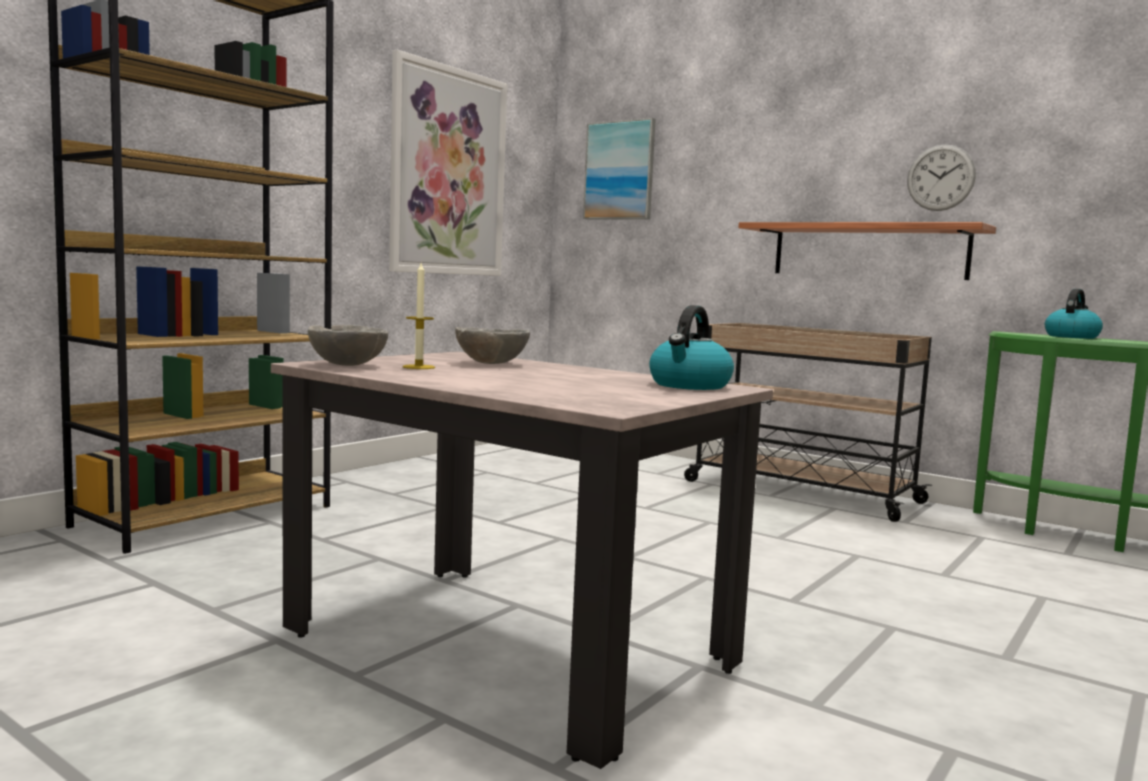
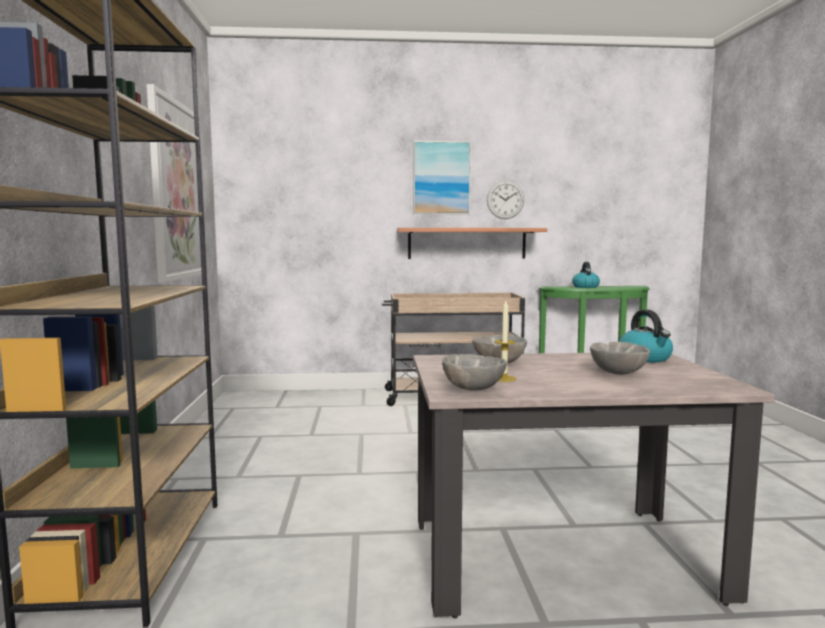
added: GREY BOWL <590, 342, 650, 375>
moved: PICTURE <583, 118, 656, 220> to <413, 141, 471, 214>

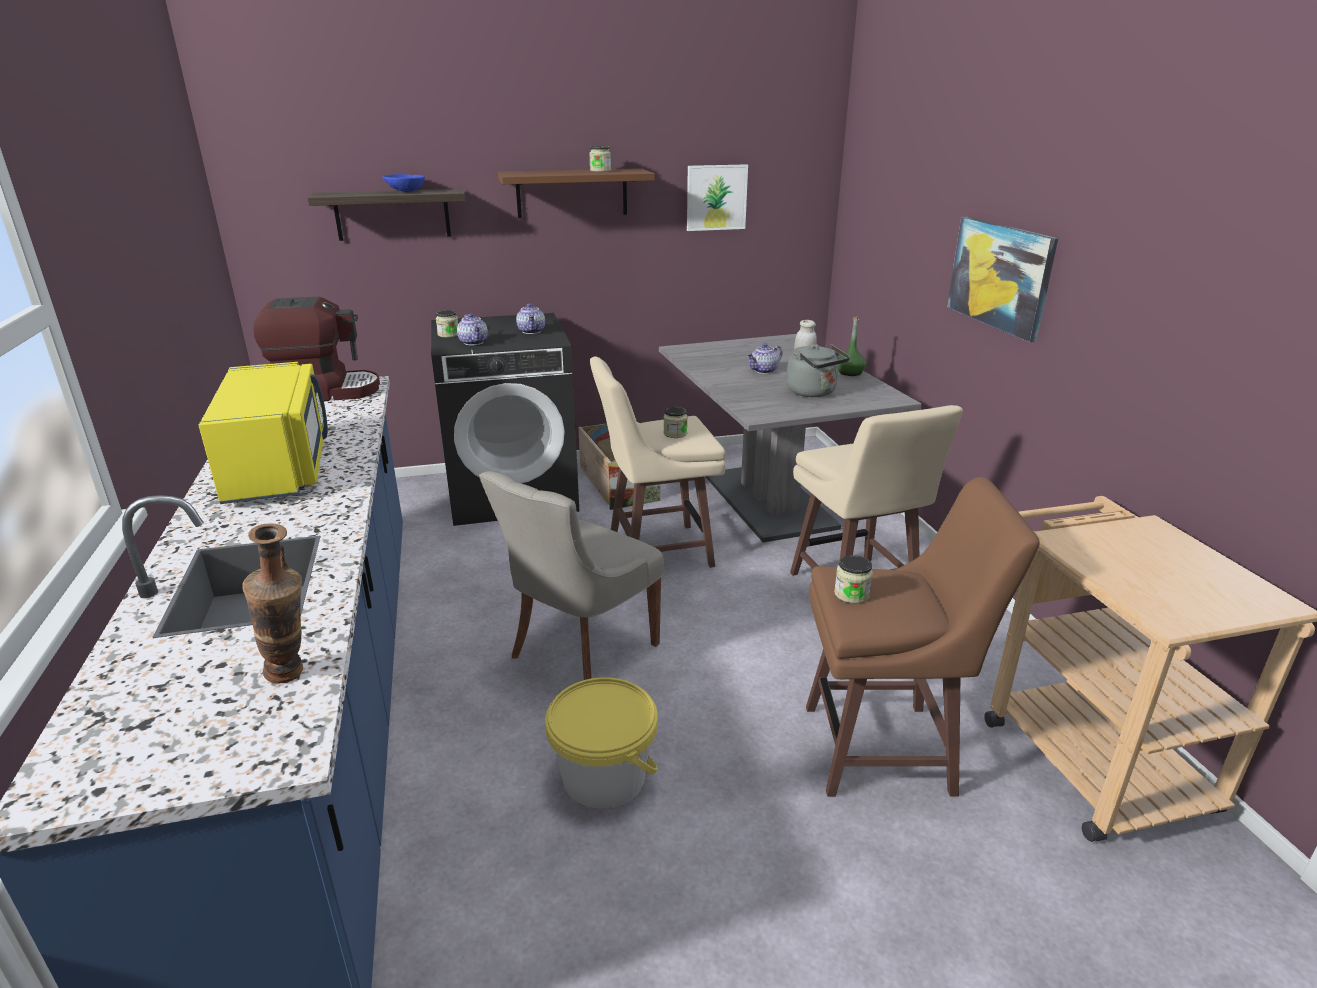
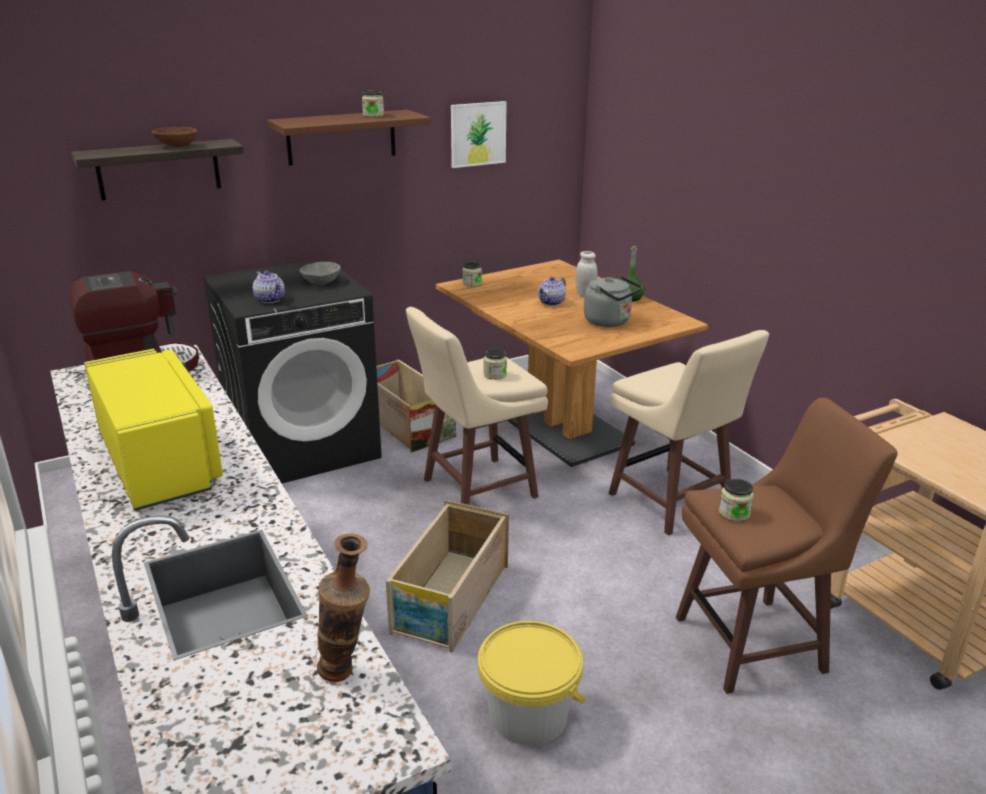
removed: PICTURE <947, 217, 1058, 342>
moved: JAR <436, 310, 458, 338> to <462, 262, 482, 287>
replaced: TEAPOT <516, 303, 545, 334> to GREY BOWL <300, 262, 341, 285>; GREY CHAIR <479, 471, 664, 680> to CRATE <386, 500, 509, 653>
recoloured: BLUE BOWL <383, 174, 425, 192> to BROWN BOWL <152, 127, 197, 147>; GREY DINING TABLE <659, 334, 922, 543> to BROWN DINING TABLE <436, 260, 708, 467>

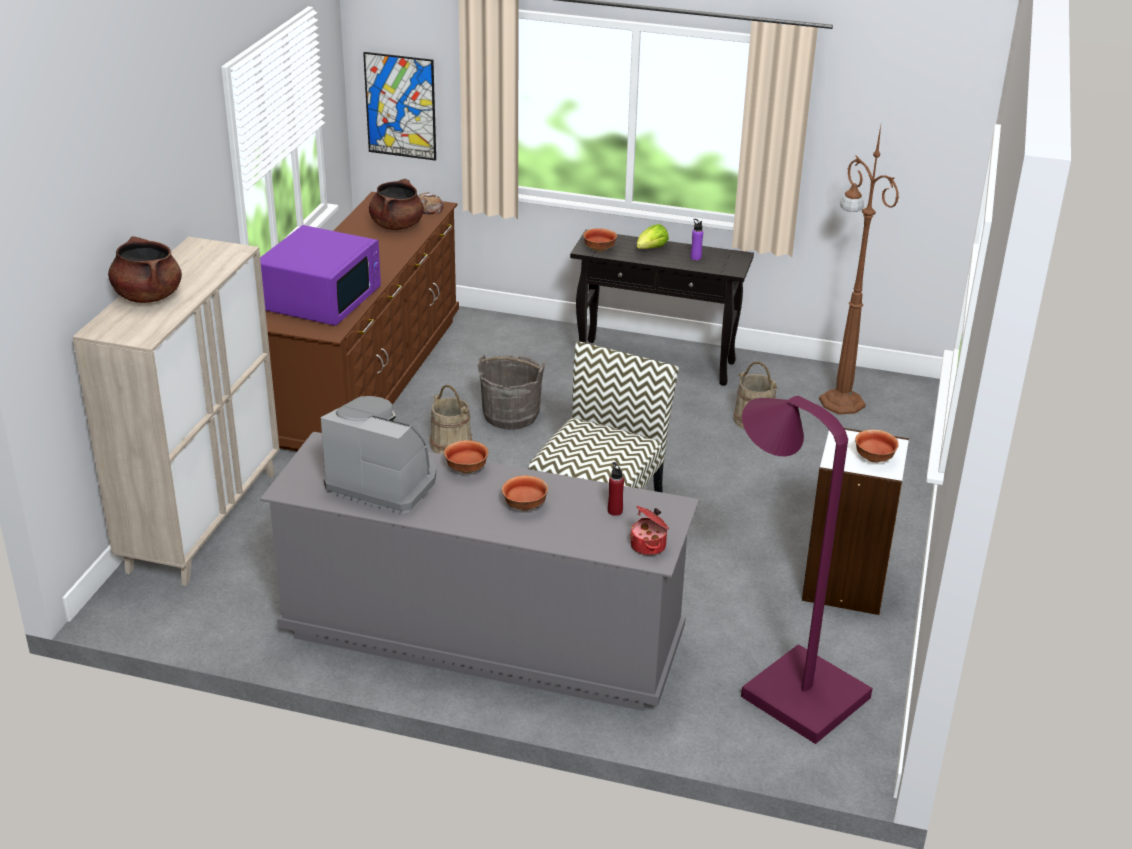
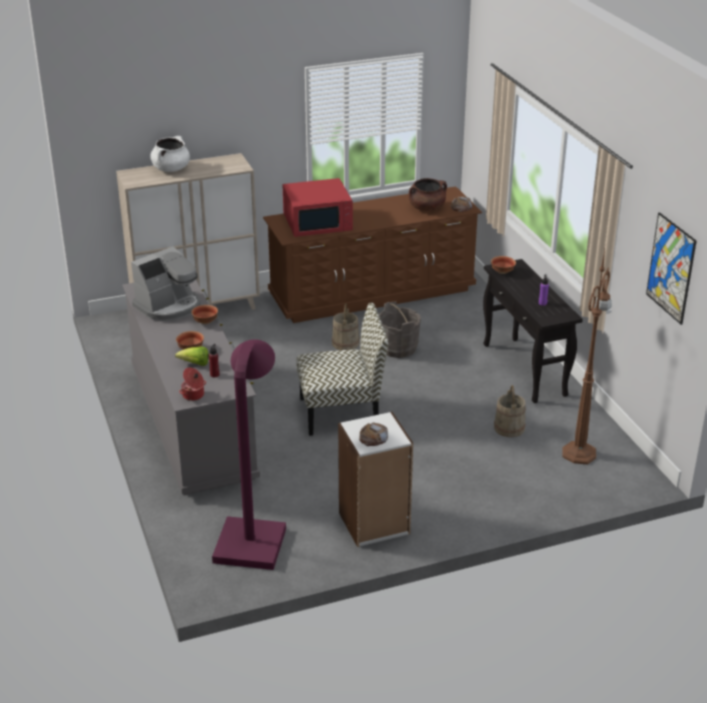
moved: LETTUCE <637, 224, 669, 249> to <175, 346, 209, 366>; PICTURE <363, 52, 436, 161> to <646, 212, 697, 325>
replaced: BOWL <855, 430, 899, 463> to BREAD <359, 423, 388, 446>
recoloured: BROWN COOKING POT <108, 236, 182, 303> to WHITE COOKING POT <150, 136, 190, 172>; PURPLE MICROWAVE <260, 225, 381, 326> to RED MICROWAVE <283, 178, 353, 237>
turned: COFFEE MACHINE <321, 396, 436, 514> = <131, 246, 201, 321> 60 degrees clockwise

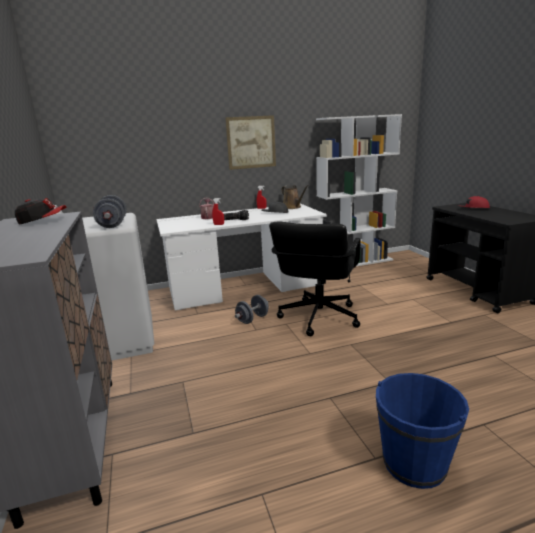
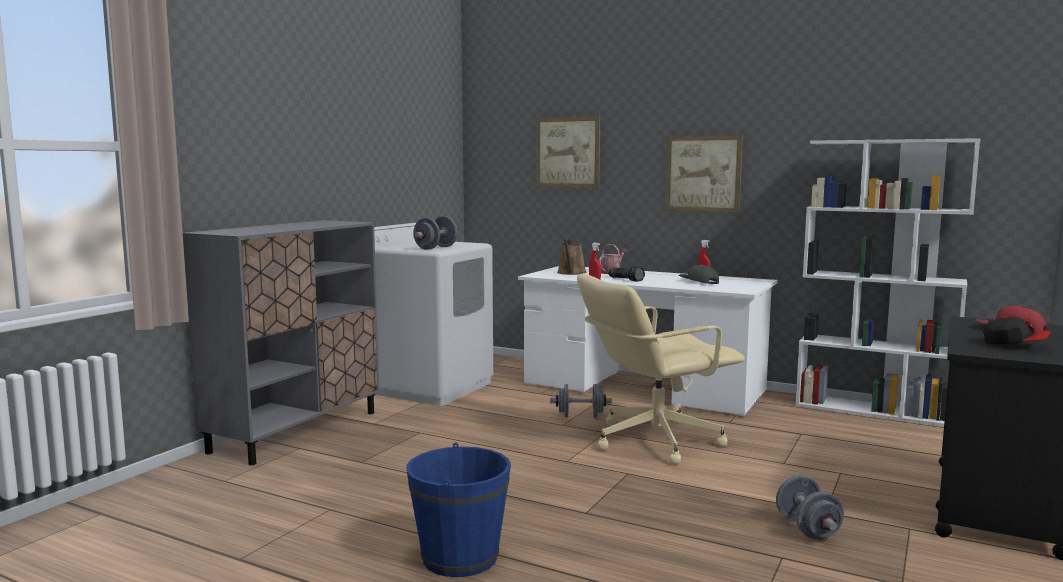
added: PICTURE <536, 116, 600, 188>; GREY DUMBBELL <776, 475, 844, 540>
moved: BROWN WATERING CAN <281, 185, 309, 209> to <557, 239, 587, 275>; CAP <15, 198, 67, 225> to <983, 316, 1051, 344>
recoloured: BLACK OFFICE CHAIR <269, 222, 361, 336> to BEIGE OFFICE CHAIR <577, 274, 745, 465>

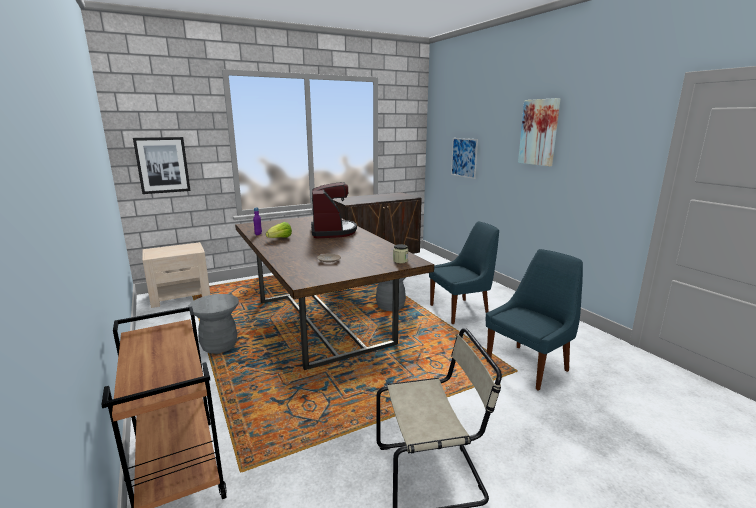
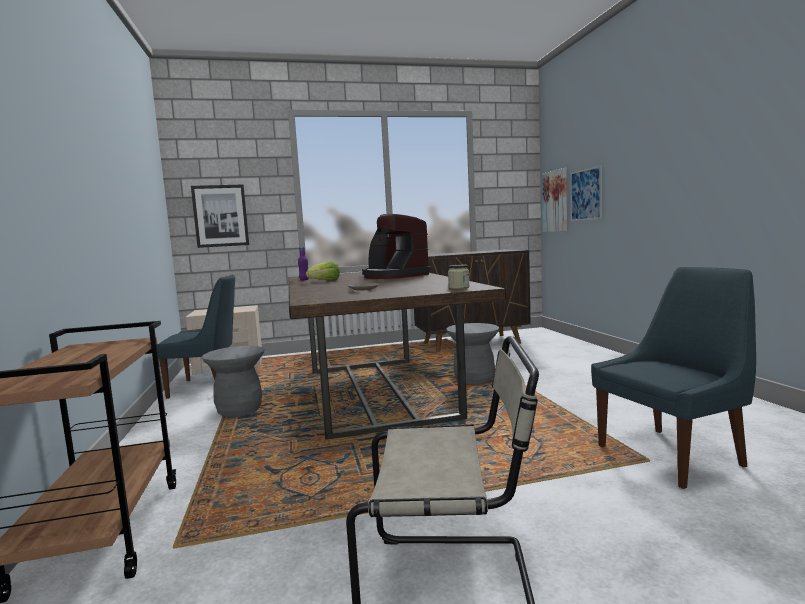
moved: BLUE CHAIR <429, 221, 499, 324> to <157, 274, 235, 399>; PICTURE <518, 98, 561, 166> to <542, 168, 567, 232>
turned: COFFEE MACHINE <311, 182, 357, 238> = <362, 214, 431, 279> 135 degrees clockwise

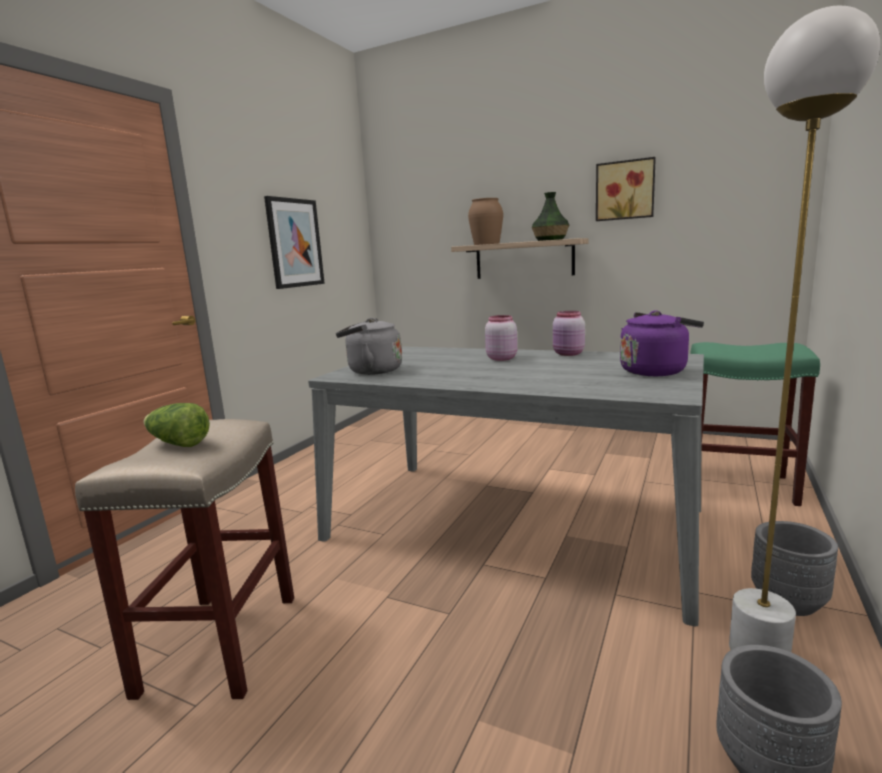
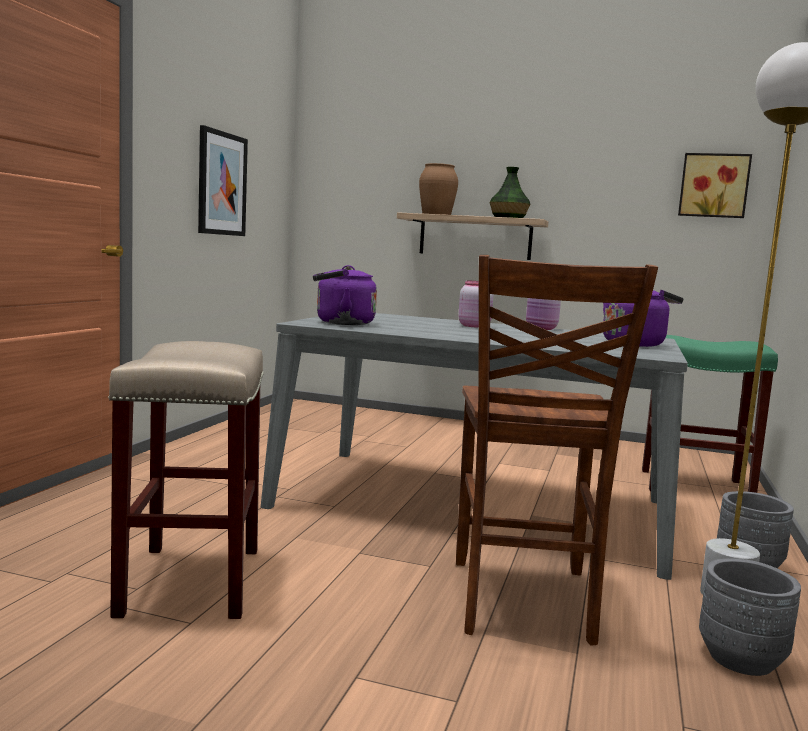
removed: LETTUCE <144, 403, 210, 447>
added: BROWN CHAIR <456, 255, 658, 645>
moved: PICTURE <596, 157, 656, 221> to <678, 153, 752, 218>
recoloured: GREY KETTLE <336, 318, 402, 375> to PURPLE KETTLE <313, 265, 377, 325>

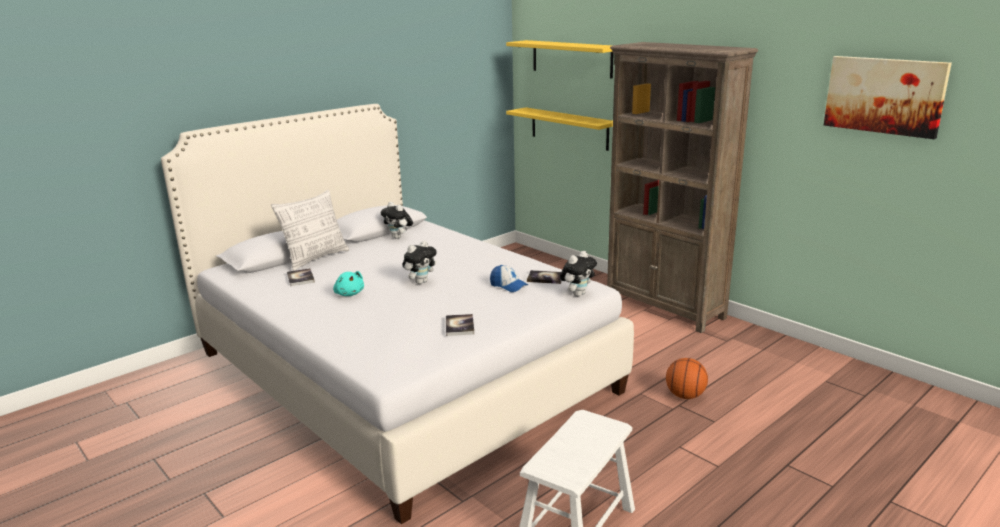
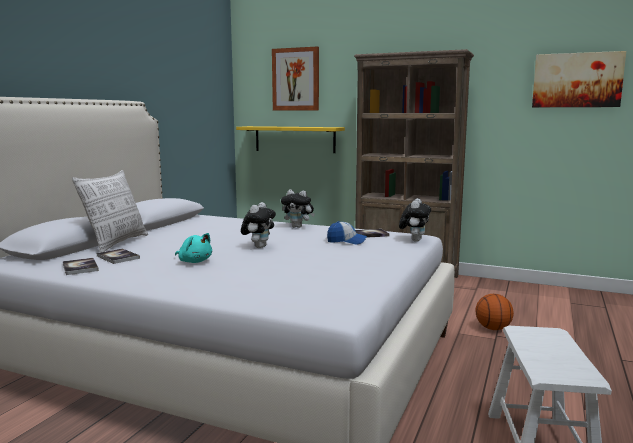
moved: BOOK <446, 314, 474, 336> to <63, 258, 99, 275>; PLUSH TOY <380, 202, 413, 239> to <281, 189, 315, 228>
replaced: YELLOW SHELF <506, 40, 613, 79> to PICTURE <272, 46, 319, 110>

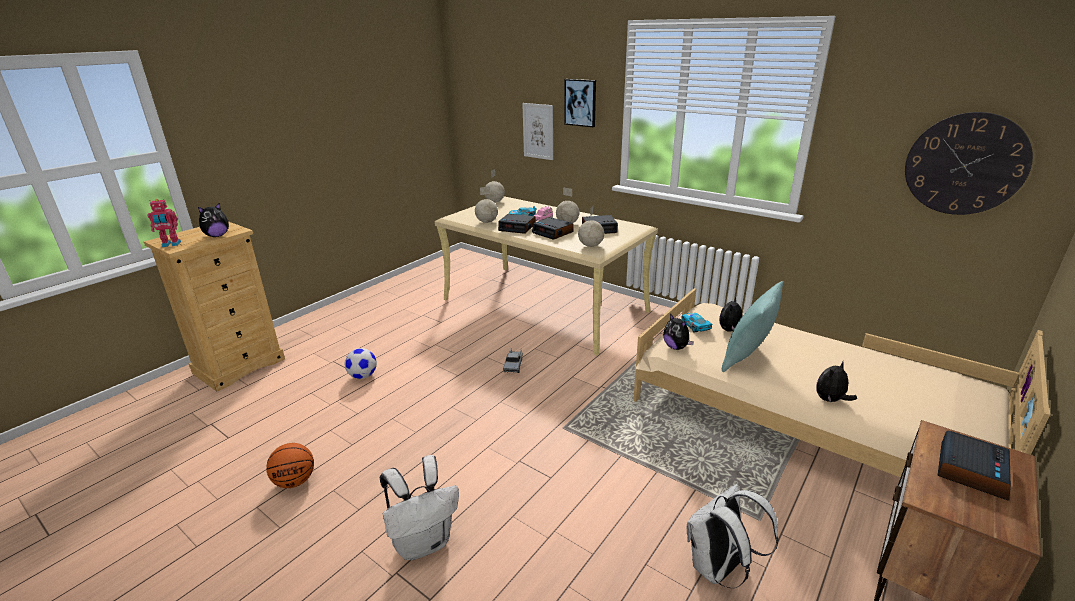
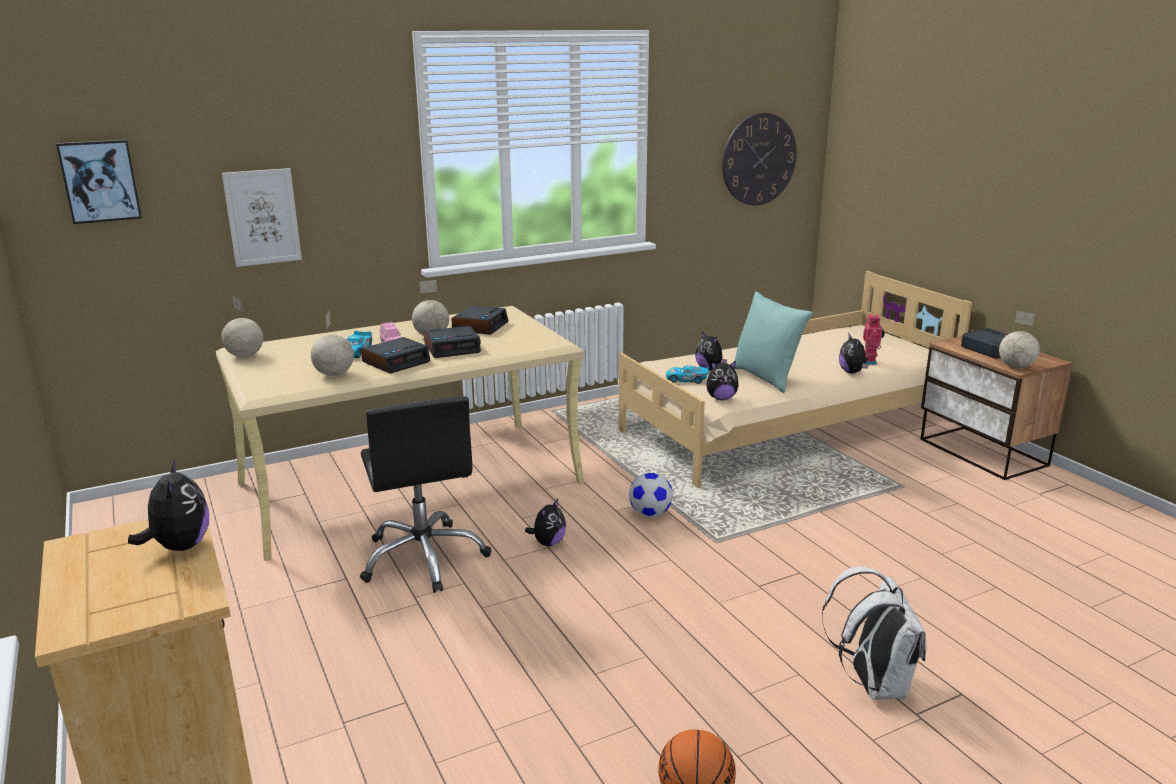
removed: WHITE BACKPACK <687, 484, 779, 588>
added: BLACK OFFICE CHAIR <360, 396, 491, 593>
moved: PICTURE <564, 79, 596, 127> to <56, 140, 142, 224>; FOOTBALL <345, 348, 377, 379> to <629, 473, 673, 517>; TOY ROBOT <148, 199, 181, 247> to <863, 312, 885, 365>; GLOBE <578, 206, 604, 247> to <999, 311, 1040, 368>
replaced: TOY TRUCK <503, 348, 523, 373> to PLUSH TOY <525, 499, 566, 546>

